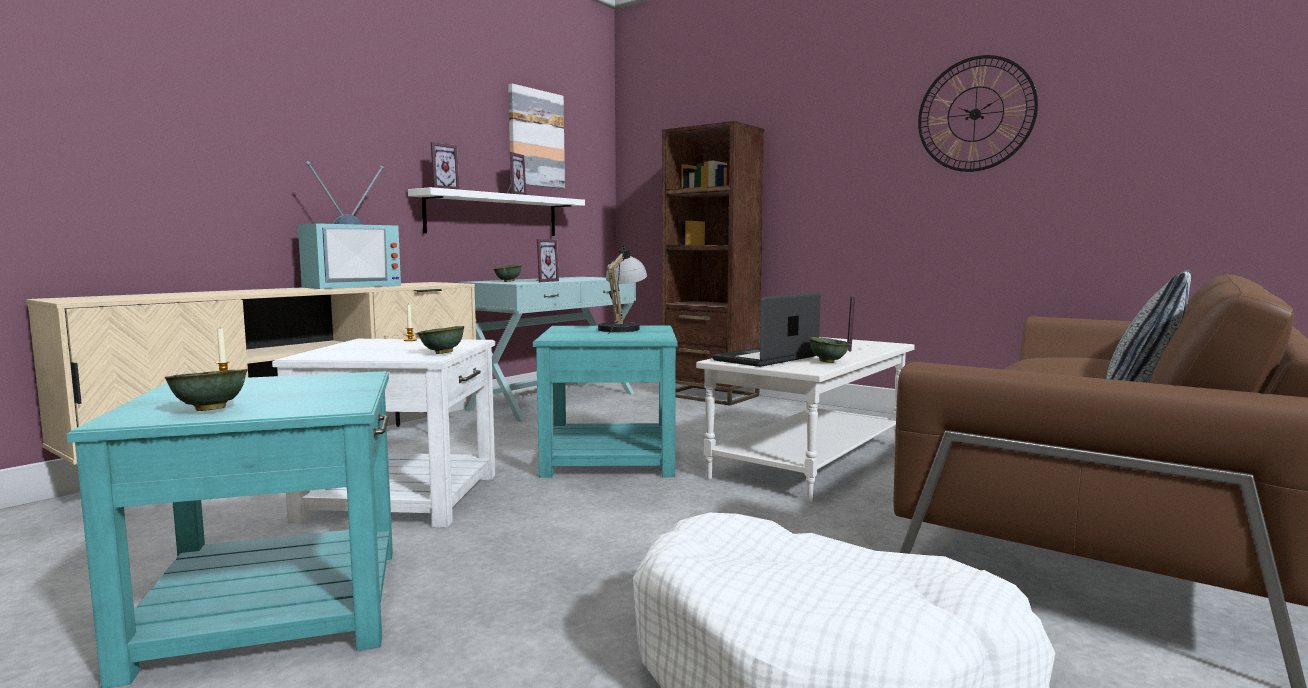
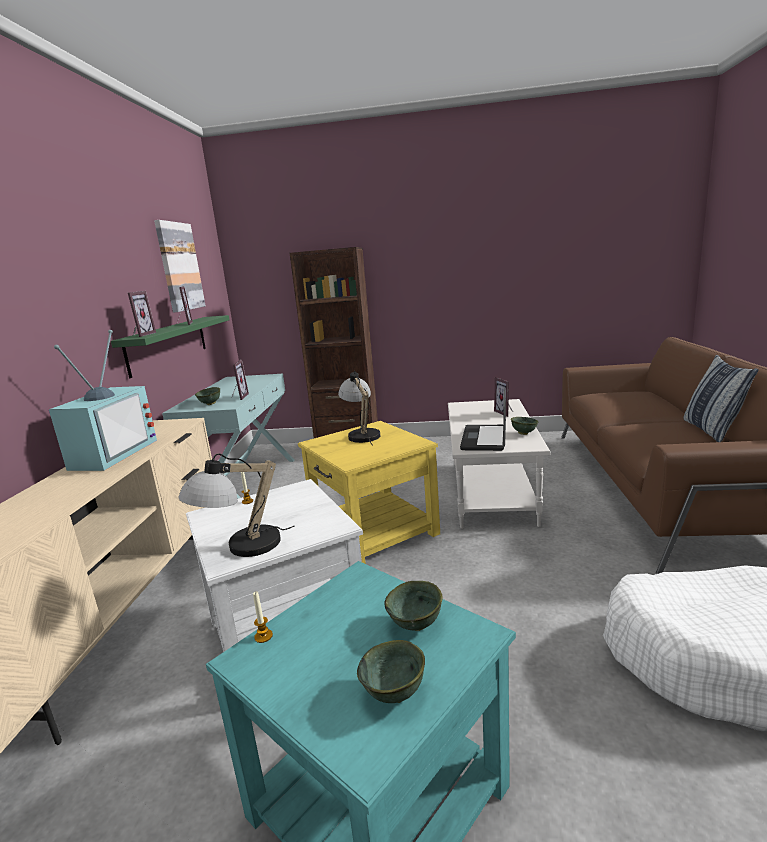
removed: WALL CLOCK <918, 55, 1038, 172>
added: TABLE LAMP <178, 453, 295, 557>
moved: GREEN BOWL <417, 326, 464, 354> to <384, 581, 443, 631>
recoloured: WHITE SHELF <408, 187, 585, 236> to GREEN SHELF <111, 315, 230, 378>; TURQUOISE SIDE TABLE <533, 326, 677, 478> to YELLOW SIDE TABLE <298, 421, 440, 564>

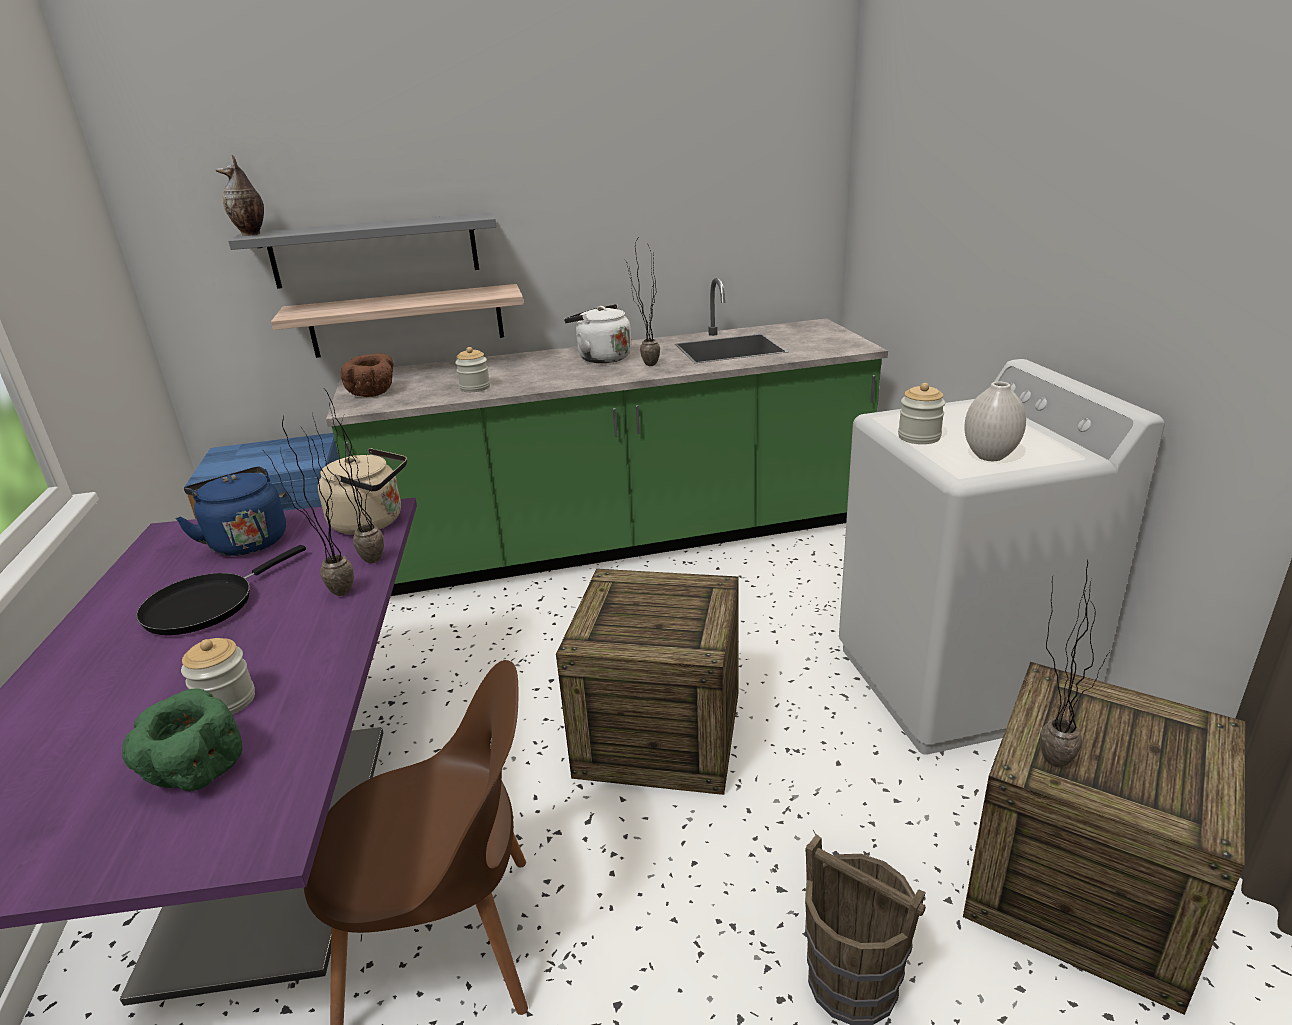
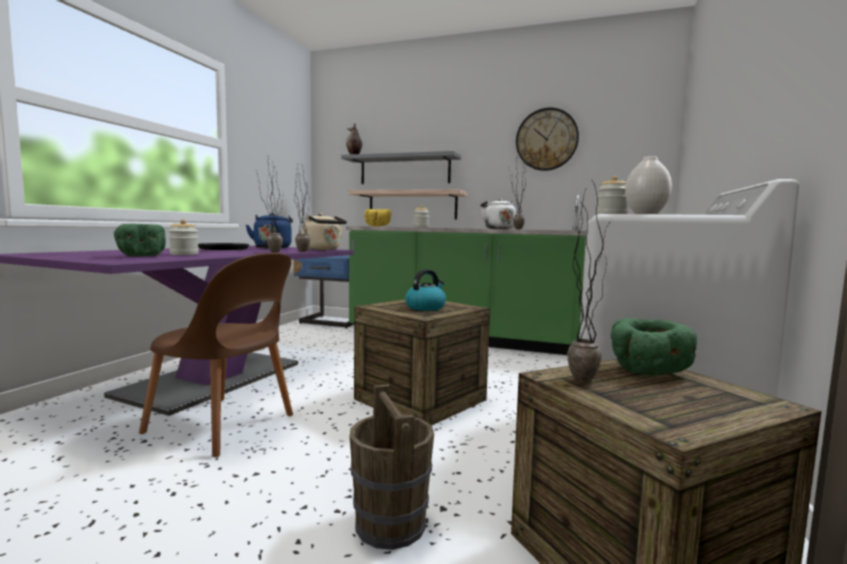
added: KETTLE <405, 269, 446, 311>; WALL CLOCK <516, 108, 579, 171>; GREEN BOWL <611, 318, 697, 375>
recoloured: BROWN BOWL <341, 353, 393, 397> to YELLOW BOWL <364, 209, 392, 226>

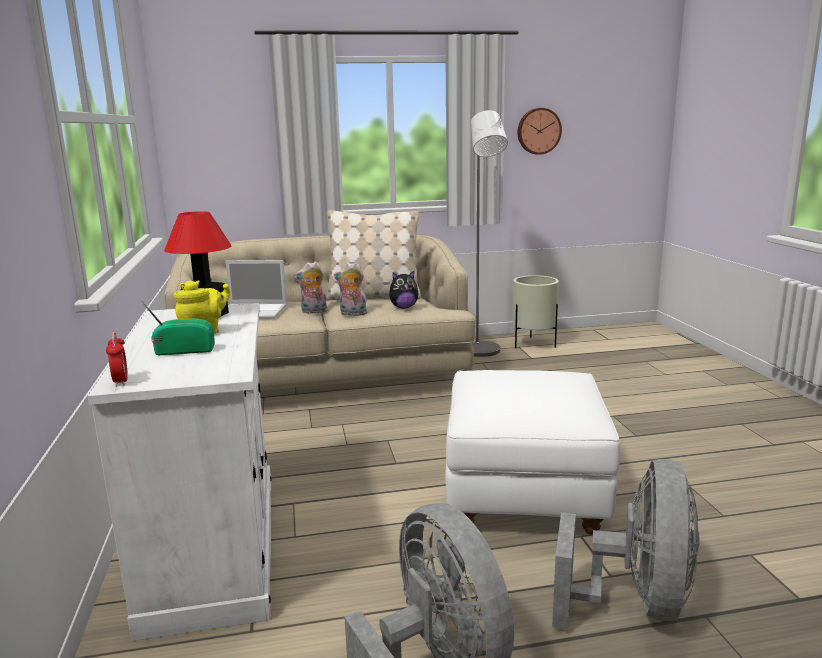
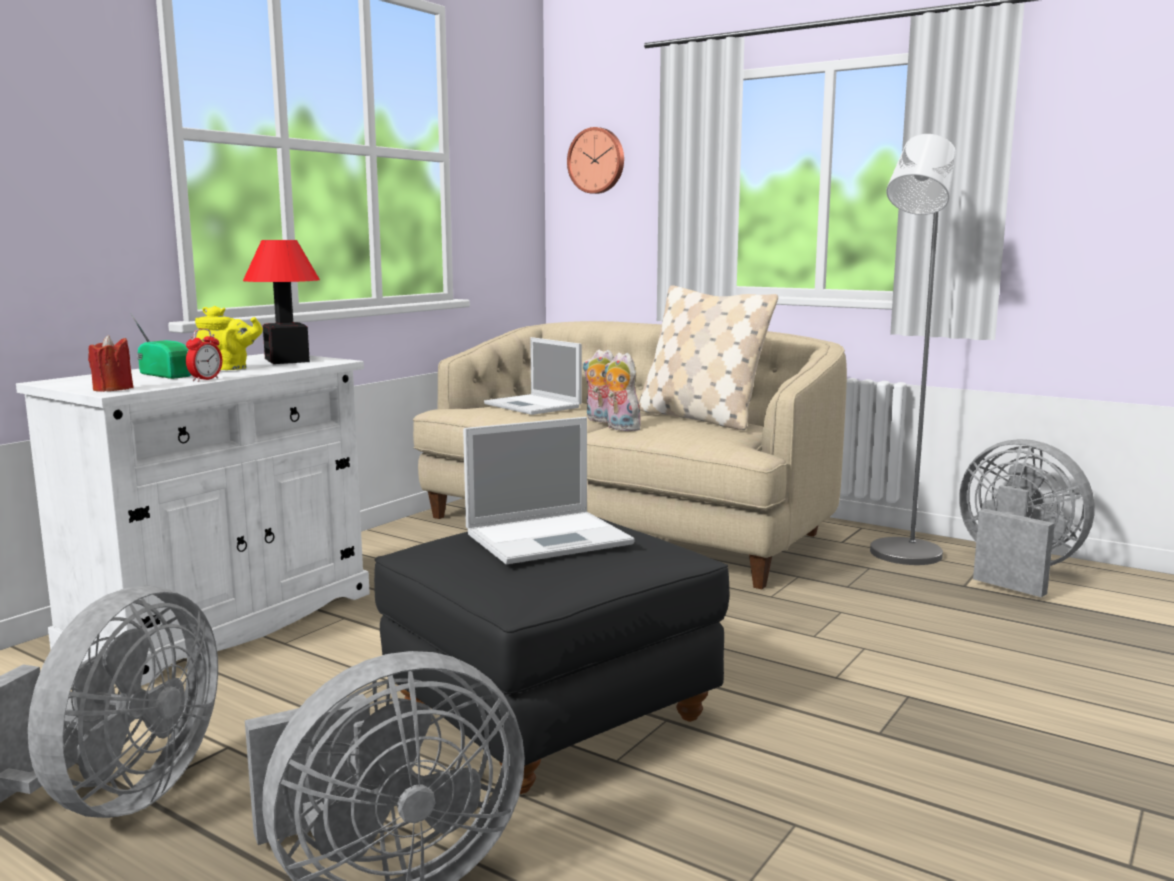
removed: PLUSH TOY <389, 271, 418, 308>
added: RED CANDLE <88, 335, 134, 392>; LAPTOP <463, 417, 635, 565>
moved: ALARM CLOCK <106, 332, 128, 387> to <186, 329, 222, 382>; WALL CLOCK <517, 108, 562, 155> to <567, 127, 624, 194>
replaced: BEIGE PLANTER <512, 275, 559, 348> to GREY FAN <959, 439, 1095, 597>
recoloured: WHITE OTTOMAN <445, 370, 620, 535> to BLACK OTTOMAN <374, 517, 729, 794>

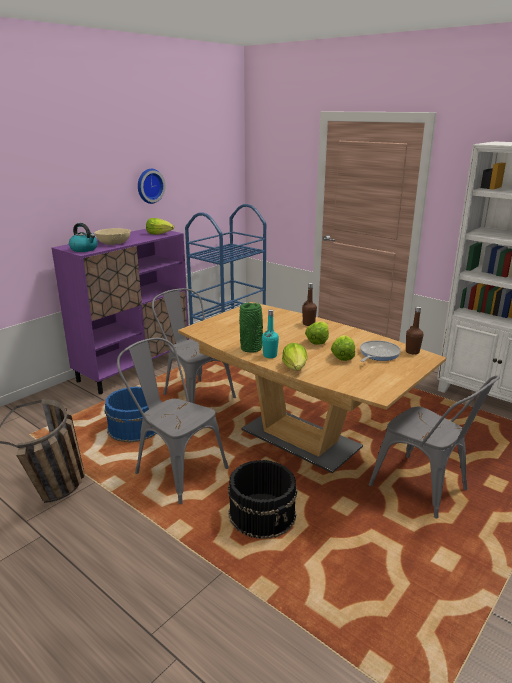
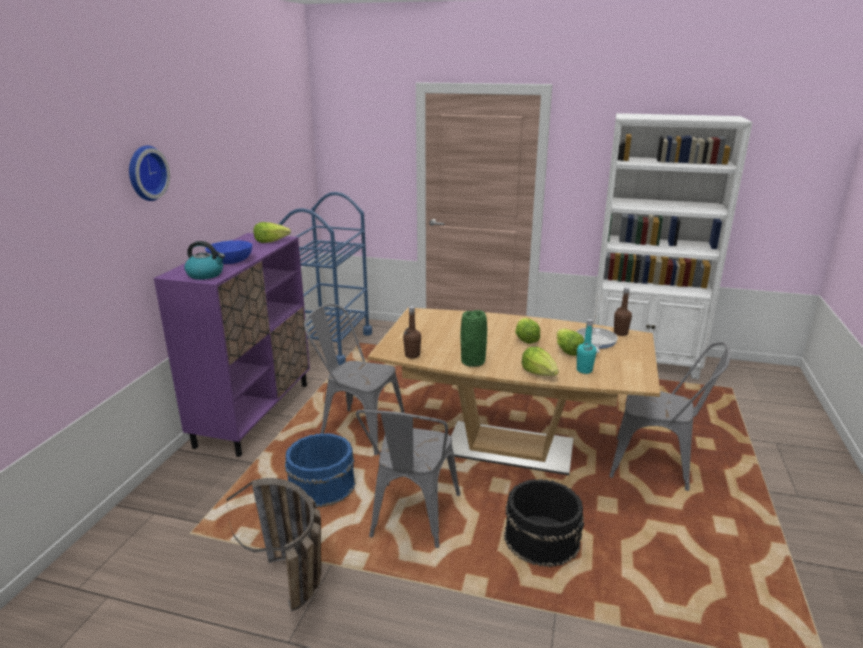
moved: WALL CLOCK <138, 169, 165, 204> to <129, 146, 170, 201>; BROWN BOTTLE <302, 283, 317, 326> to <403, 306, 421, 359>; TURQUOISE BOTTLE <262, 310, 279, 358> to <577, 319, 597, 374>
recoloured: BEIGE BOWL <94, 228, 131, 245> to BLUE BOWL <205, 241, 252, 264>
turned: GREY CHAIR <117, 338, 229, 504> = <356, 410, 460, 548> 90 degrees counterclockwise

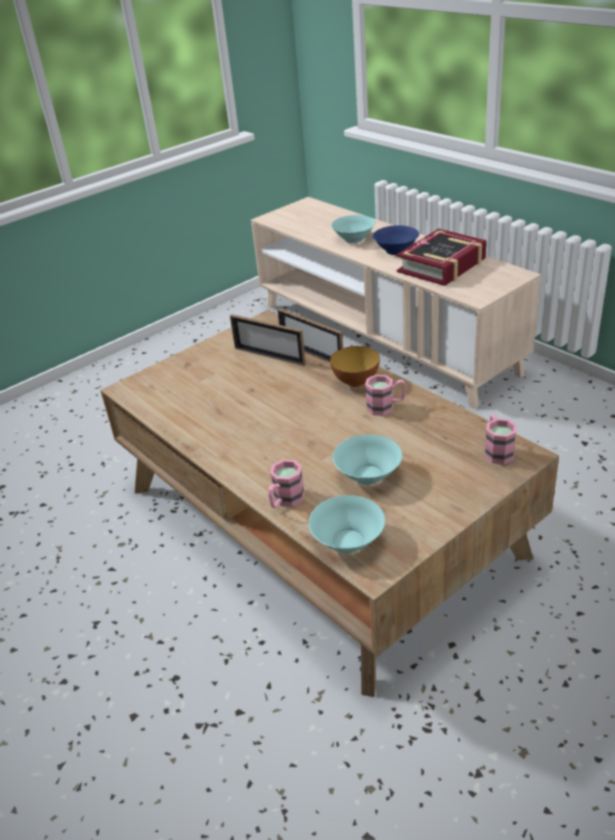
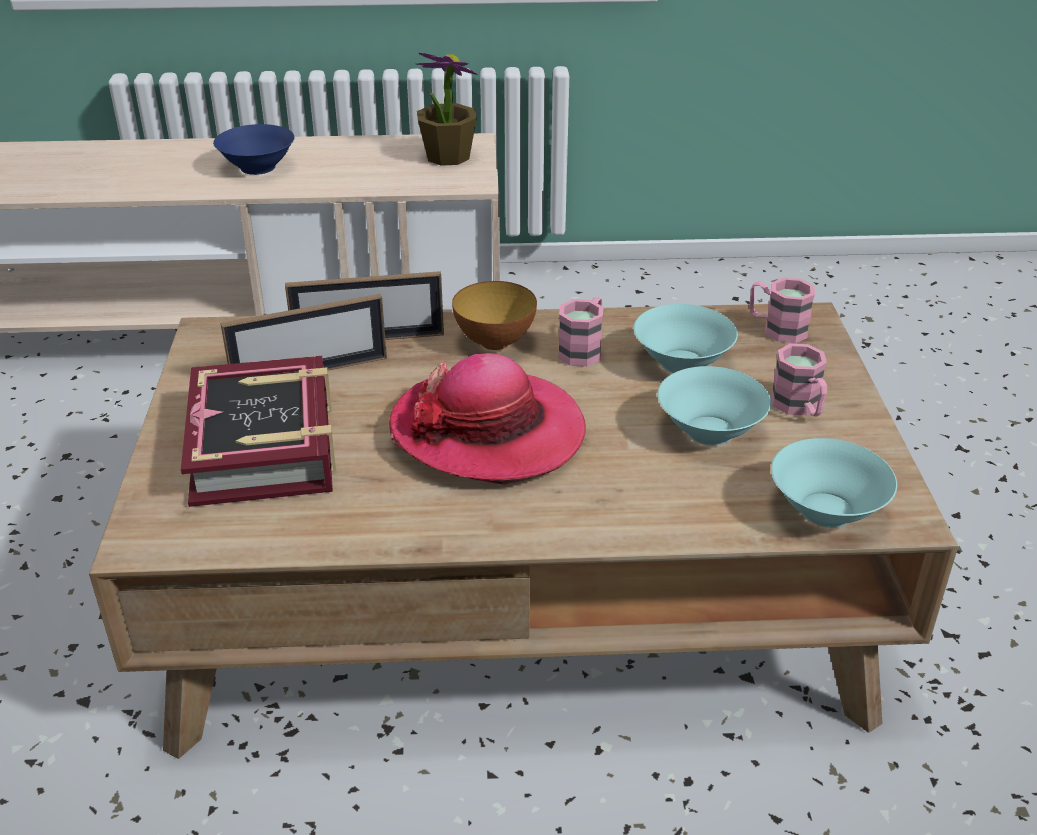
added: HAT <389, 353, 586, 485>; POTTED PLANT <415, 52, 478, 166>
moved: BOOK <396, 229, 487, 286> to <181, 356, 336, 507>; TURQUOISE BOWL <331, 215, 376, 243> to <633, 304, 738, 373>; PINK MUG <268, 460, 305, 508> to <771, 344, 827, 417>

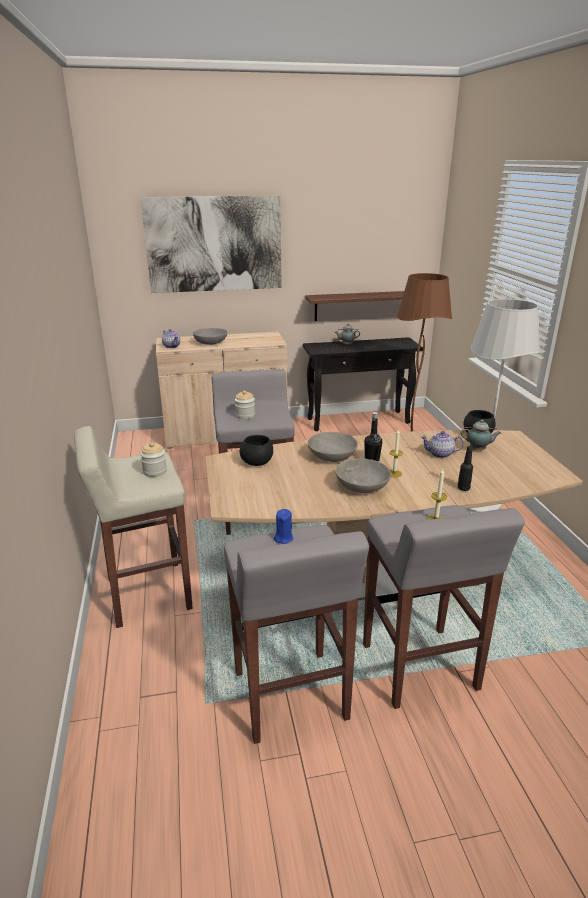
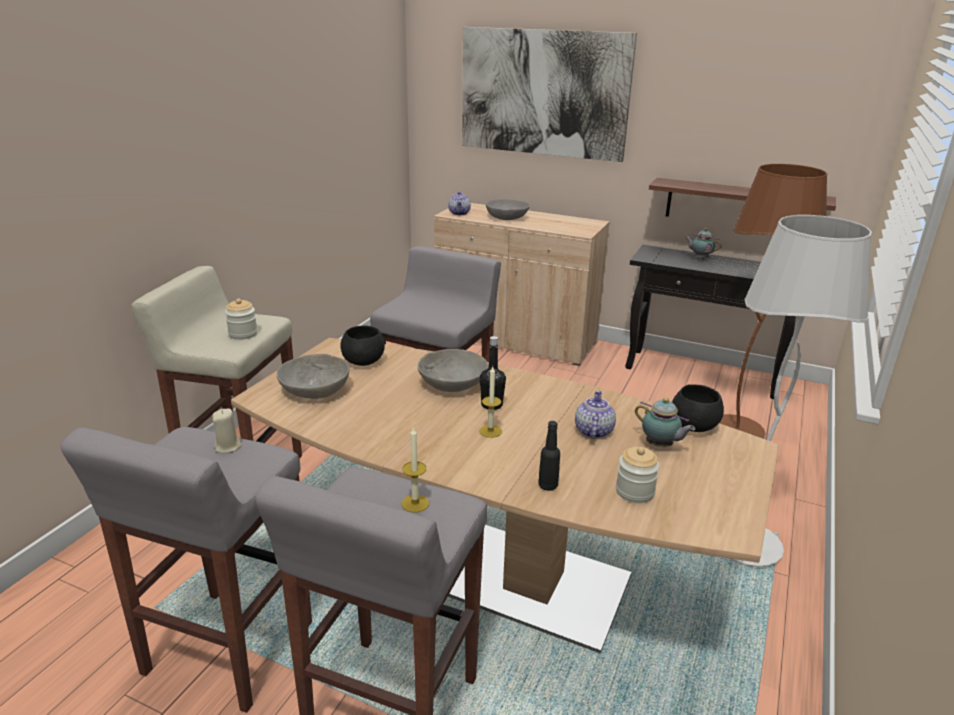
moved: GREY BOWL <335, 458, 391, 493> to <277, 354, 349, 399>; JAR <235, 391, 255, 419> to <616, 447, 660, 503>
recoloured: BLUE CANDLE <274, 509, 293, 544> to BEIGE CANDLE <212, 409, 242, 453>
turned: TEAPOT <421, 431, 464, 458> = <575, 390, 616, 439> 60 degrees clockwise

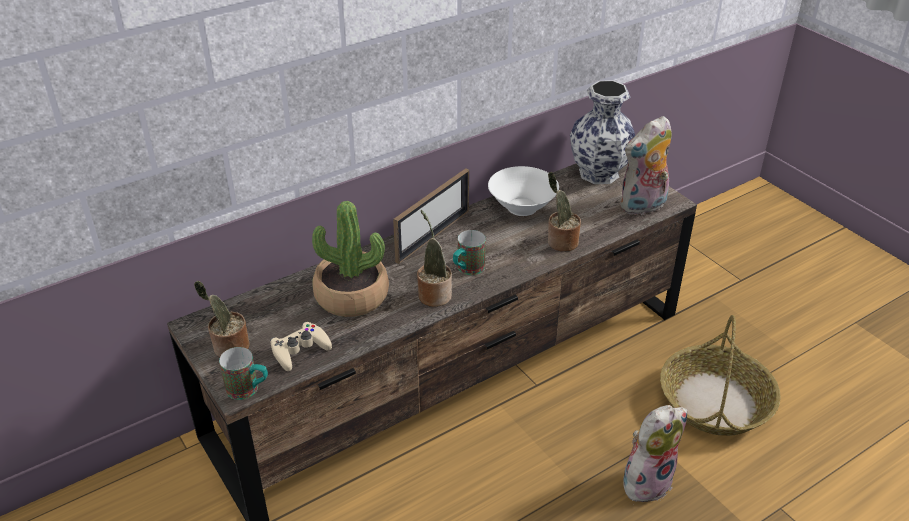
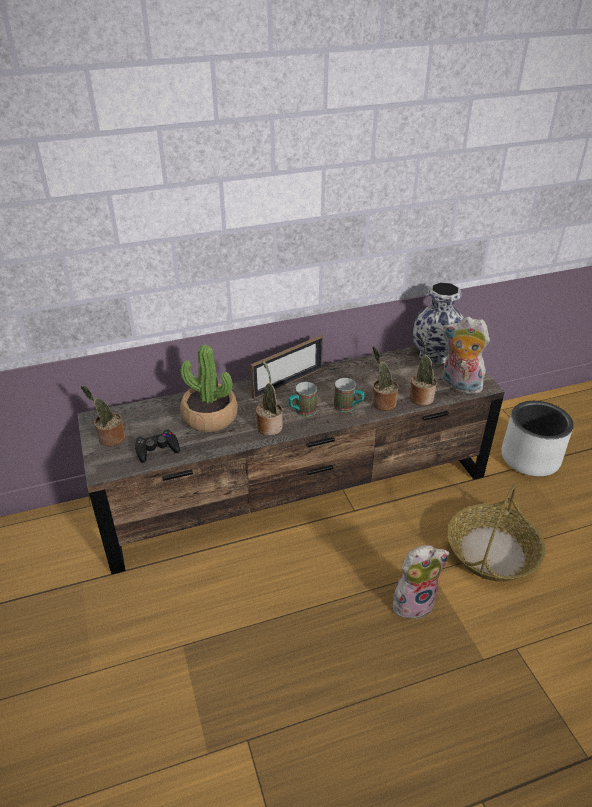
removed: WHITE BOWL <488, 166, 559, 216>
added: POTTED PLANT <410, 334, 437, 406>; WHITE PLANTER <501, 401, 574, 476>
moved: MUG <219, 347, 268, 400> to <334, 378, 365, 412>
recoloured: BEIGE GAME CONTROLLER <270, 322, 332, 371> to BLACK GAME CONTROLLER <135, 429, 180, 463>
turned: PLUSH TOY <620, 116, 672, 215> = <443, 317, 490, 396> 45 degrees clockwise

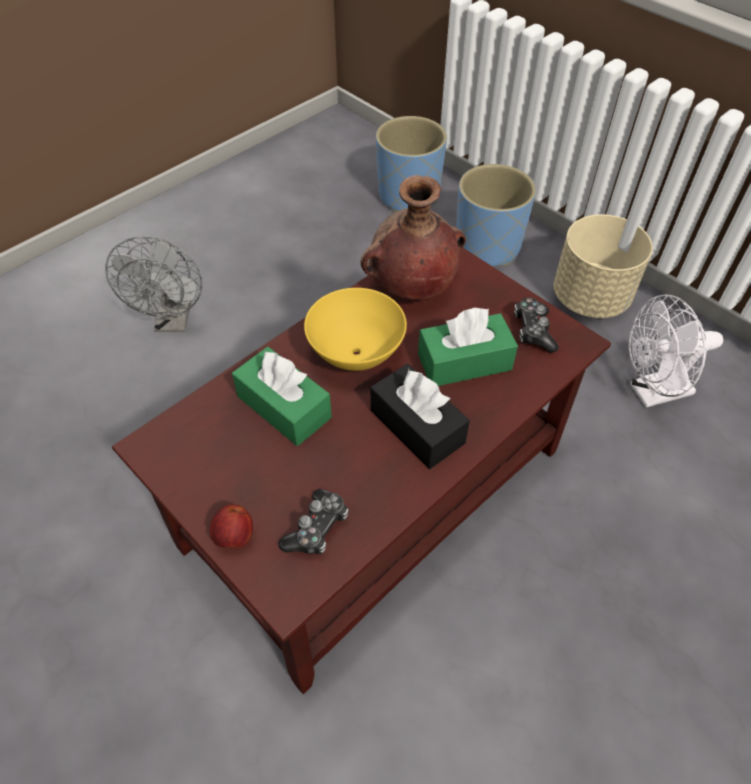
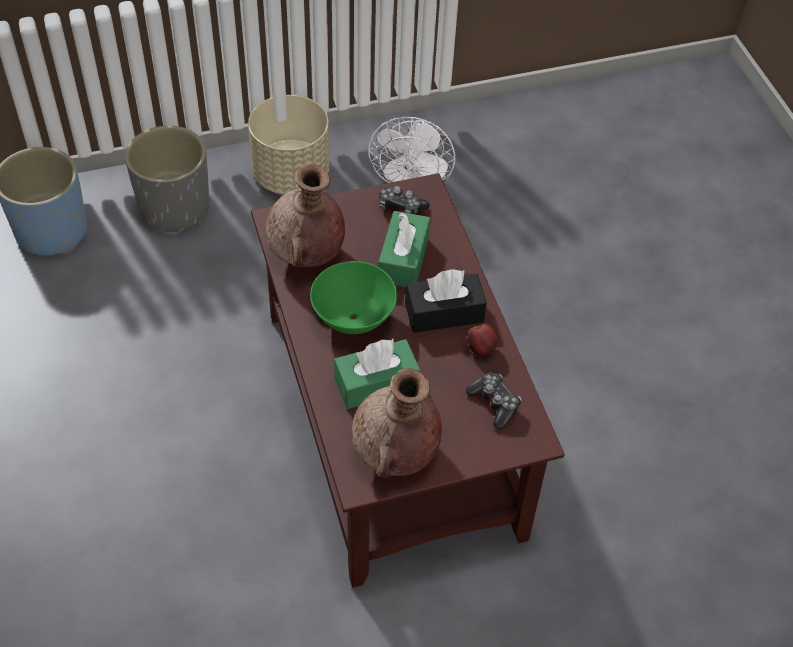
removed: GREY FAN <106, 236, 202, 332>
added: BROWN VASE <352, 368, 442, 478>
moved: APPLE <210, 504, 253, 548> to <468, 324, 498, 356>
recoloured: BLUE PLANTER <456, 164, 536, 266> to GREY PLANTER <125, 125, 210, 235>; YELLOW BOWL <304, 288, 407, 371> to GREEN BOWL <310, 261, 397, 334>

